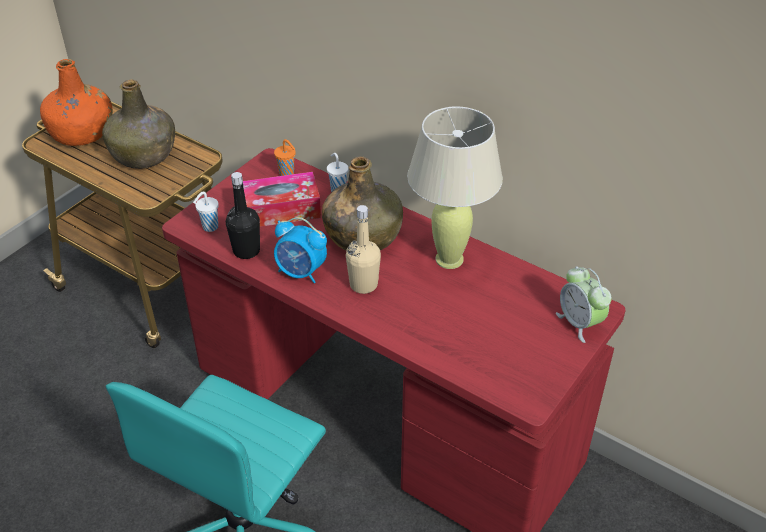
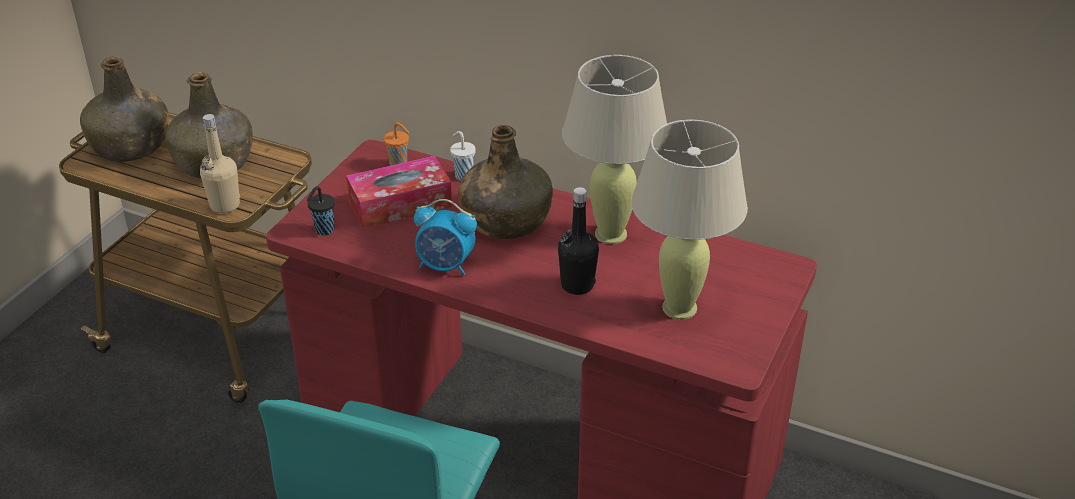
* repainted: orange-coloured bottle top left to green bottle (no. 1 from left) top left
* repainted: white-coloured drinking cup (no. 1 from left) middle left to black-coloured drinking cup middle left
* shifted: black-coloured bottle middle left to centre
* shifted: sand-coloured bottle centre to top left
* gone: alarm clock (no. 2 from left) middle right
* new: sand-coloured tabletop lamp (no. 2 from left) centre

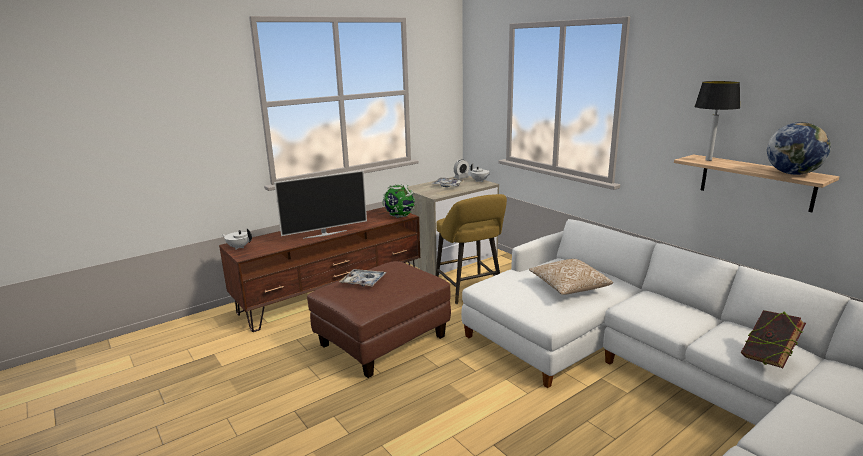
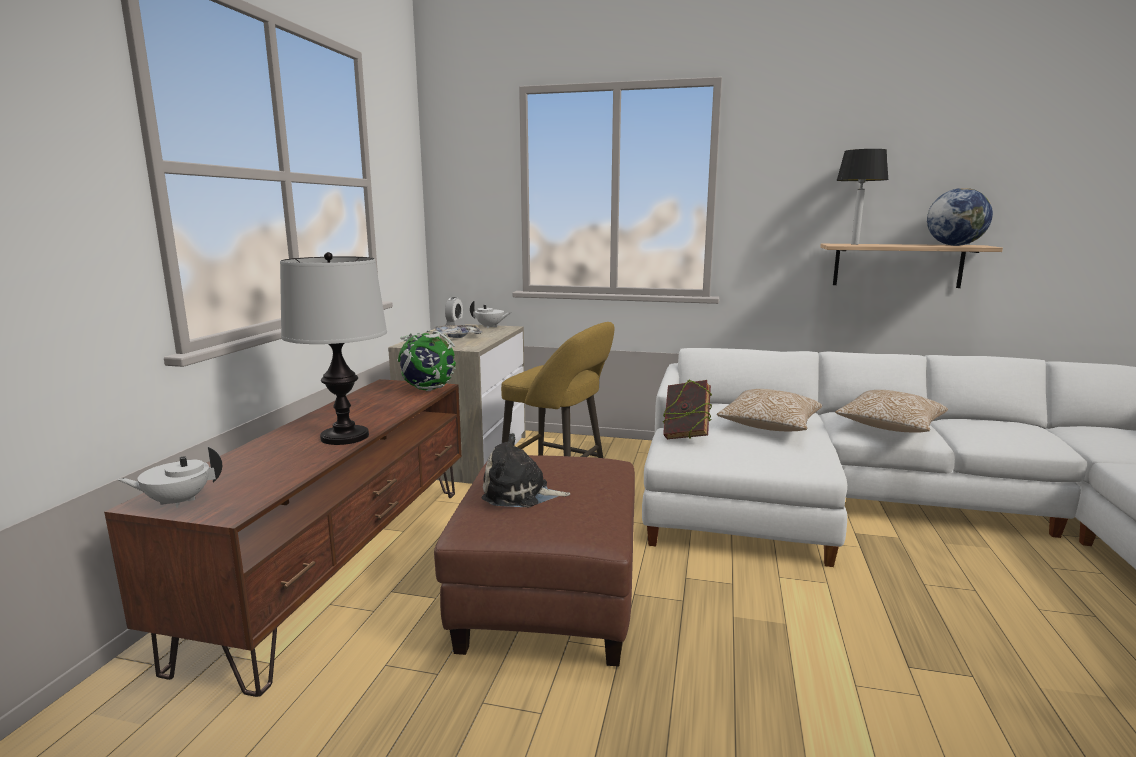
* swapped: TV centre to tabletop lamp (no. 1 from left) middle left
* swapped: tray (no. 1 from left) centre to plush toy centre
* shifted: volume bottom right to centre
* new: pillow (no. 2 from left) middle right

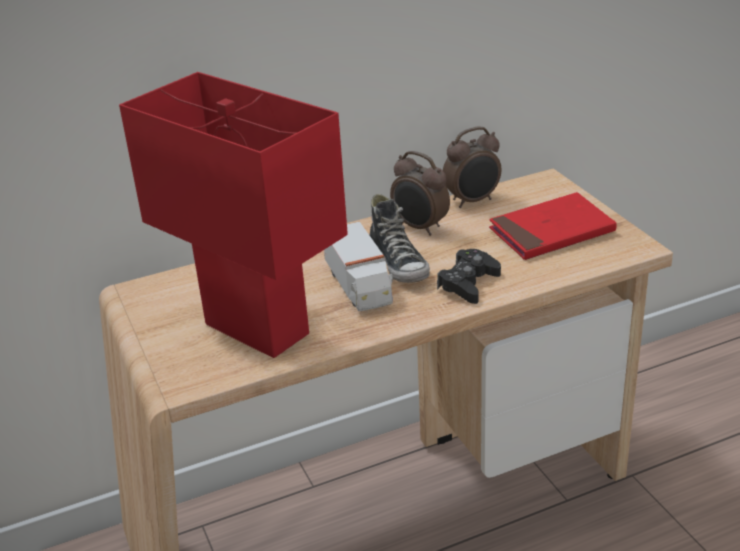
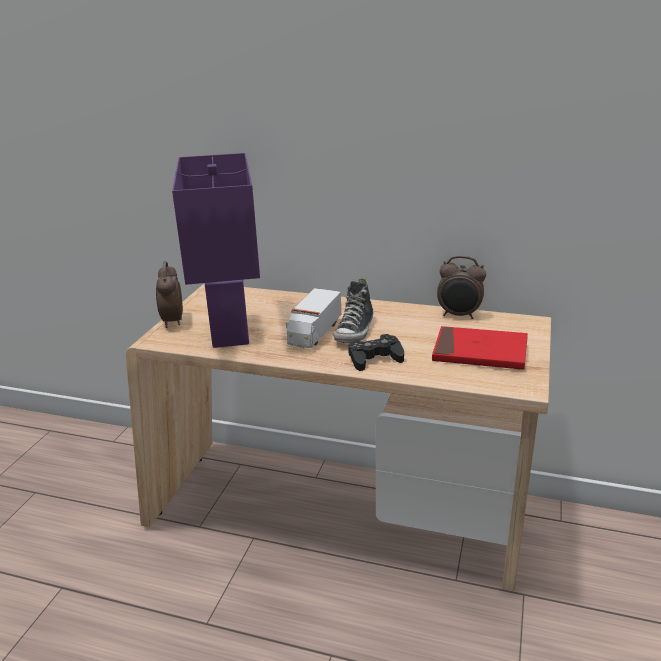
* repainted: red-coloured tabletop lamp middle left to purple-coloured tabletop lamp middle left
* shifted: alarm clock (no. 1 from left) centre to middle left

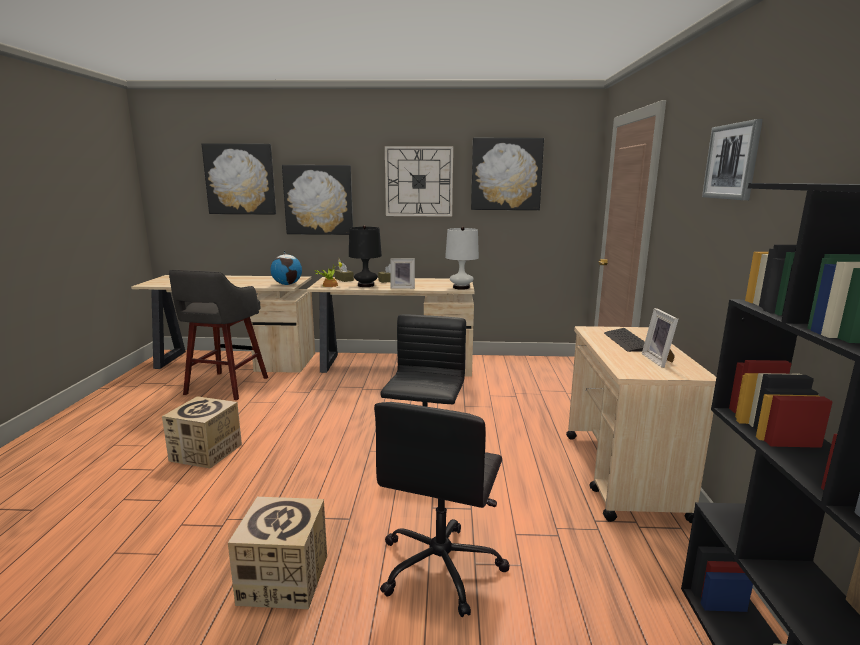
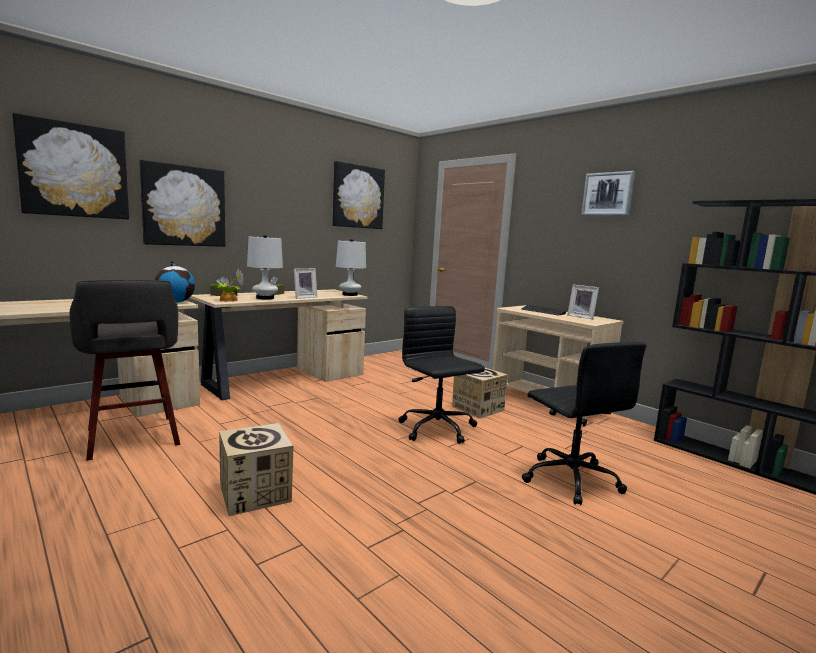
* shifted: cardboard box (no. 2 from left) bottom left to centre
* repainted: black-coloured tabletop lamp centre to white-coloured tabletop lamp (no. 1 from left) middle left
* gone: clock on the wall top centre

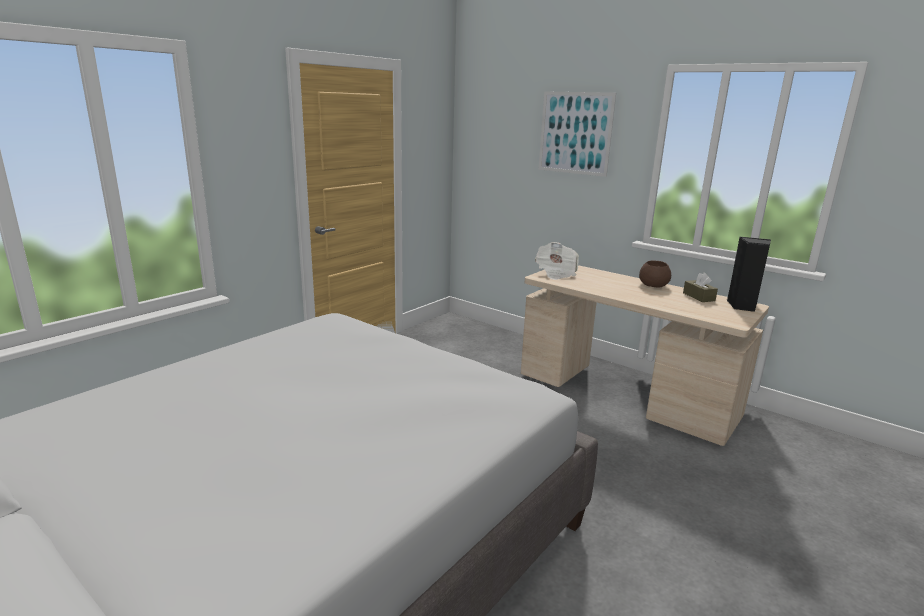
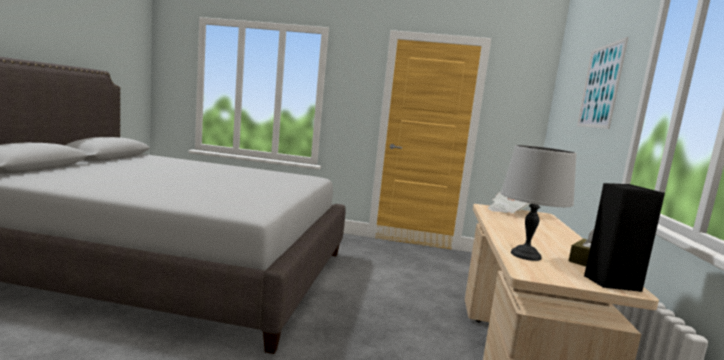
* gone: brownish serving bowl middle right
* new: grey tabletop lamp middle right

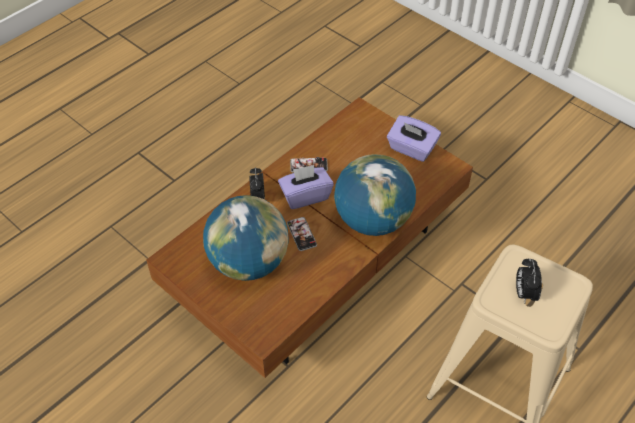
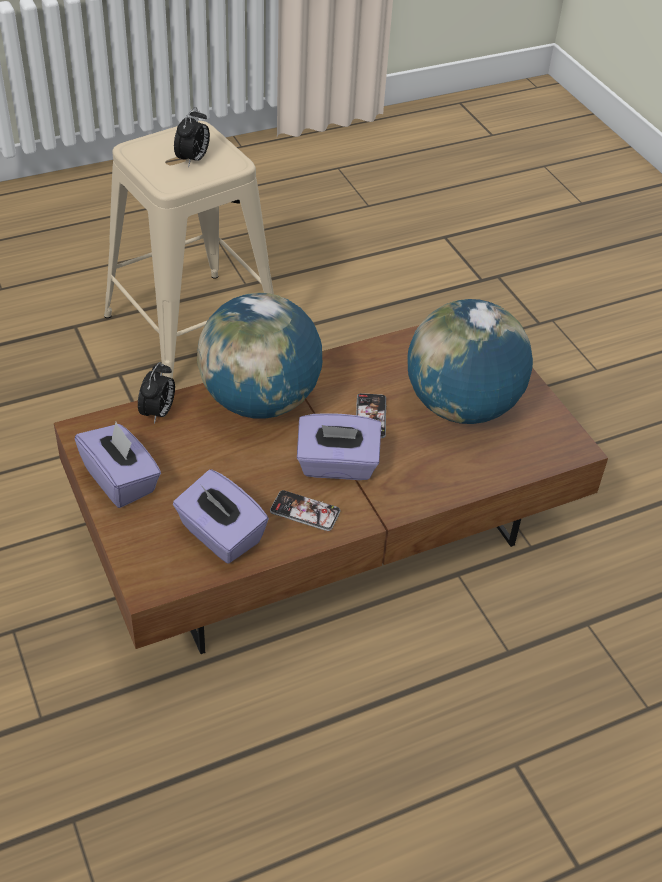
* shifted: alarm clock (no. 1 from left) centre to middle left
* new: purple-coloured tissue box (no. 2 from left) centre

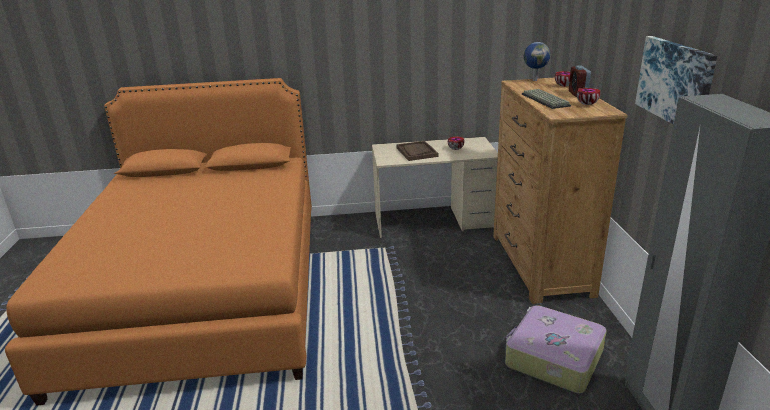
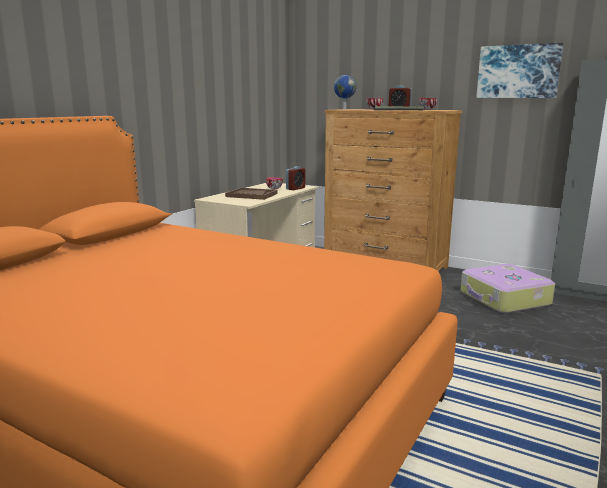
* new: alarm clock (no. 1 from left) centre

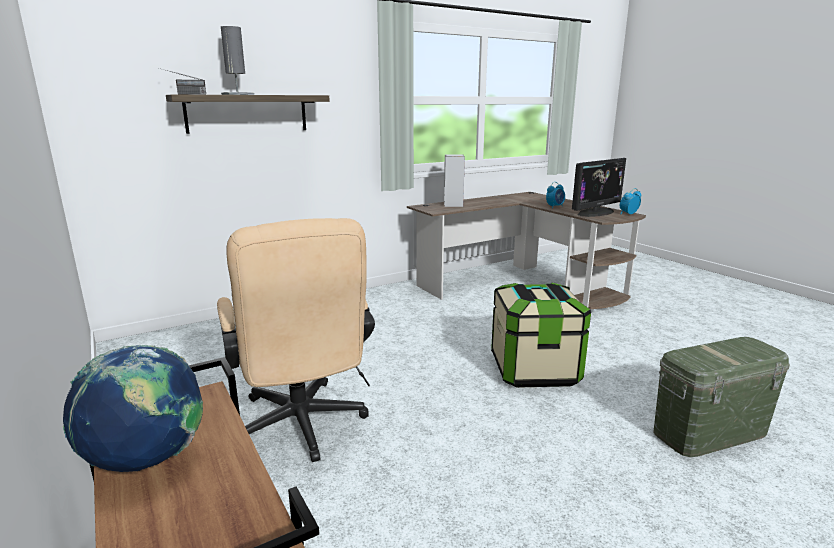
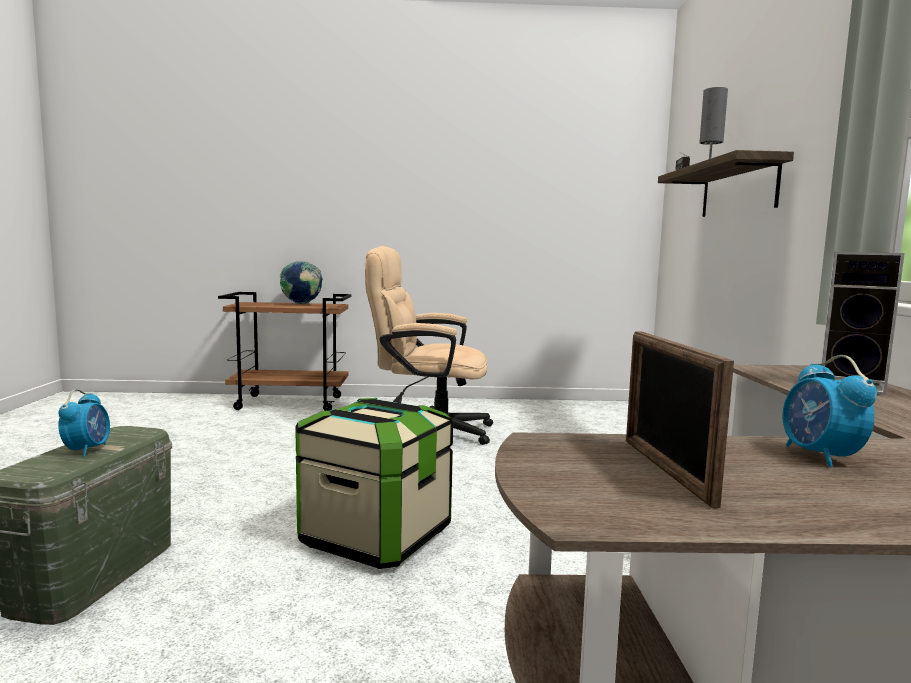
* swapped: monitor middle right to standing frame middle right
* shifted: alarm clock (no. 2 from left in the first image) middle right to alarm clock (no. 1 from left) middle left

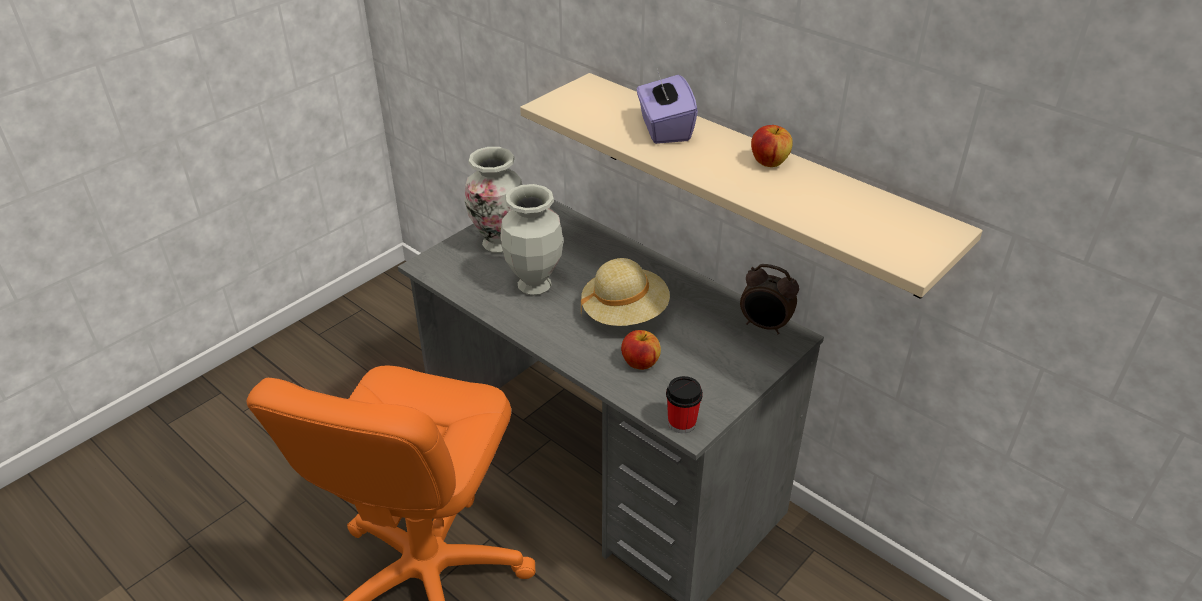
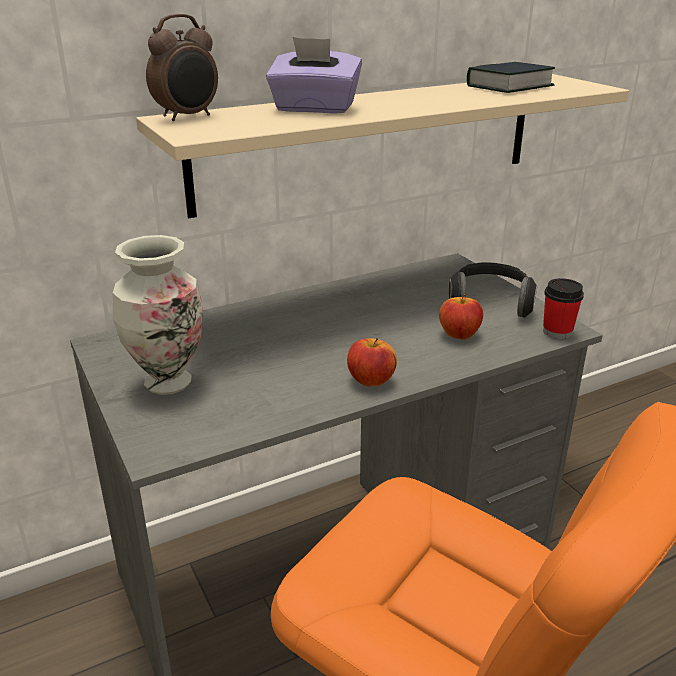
* gone: decorative vase (no. 2 from left) centre
* gone: sand-coloured clothing hat centre
* shifted: alarm clock centre to top left
* shifted: whole apple (no. 2 from left in the first image) top centre to whole apple (no. 1 from left) centre
* new: pair of headphones middle right
* new: volume top right

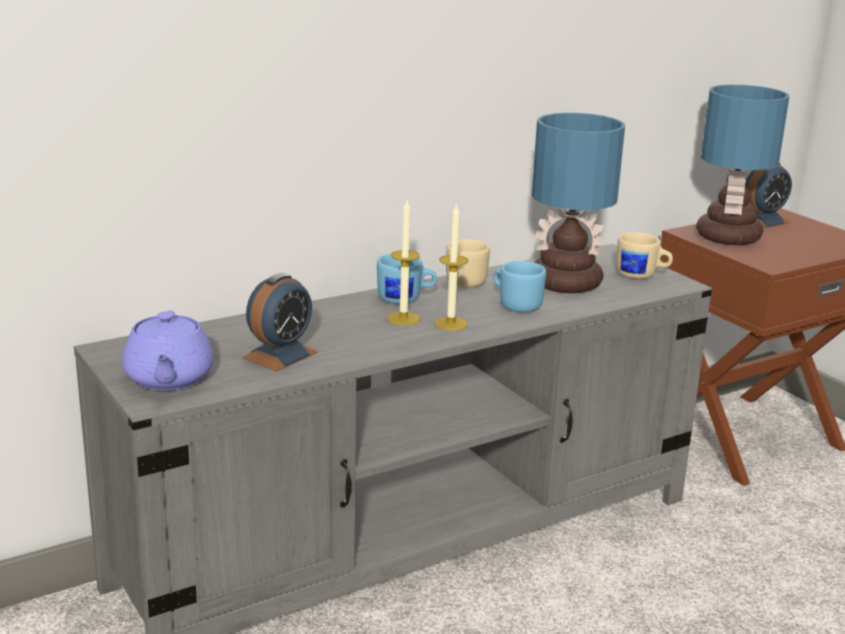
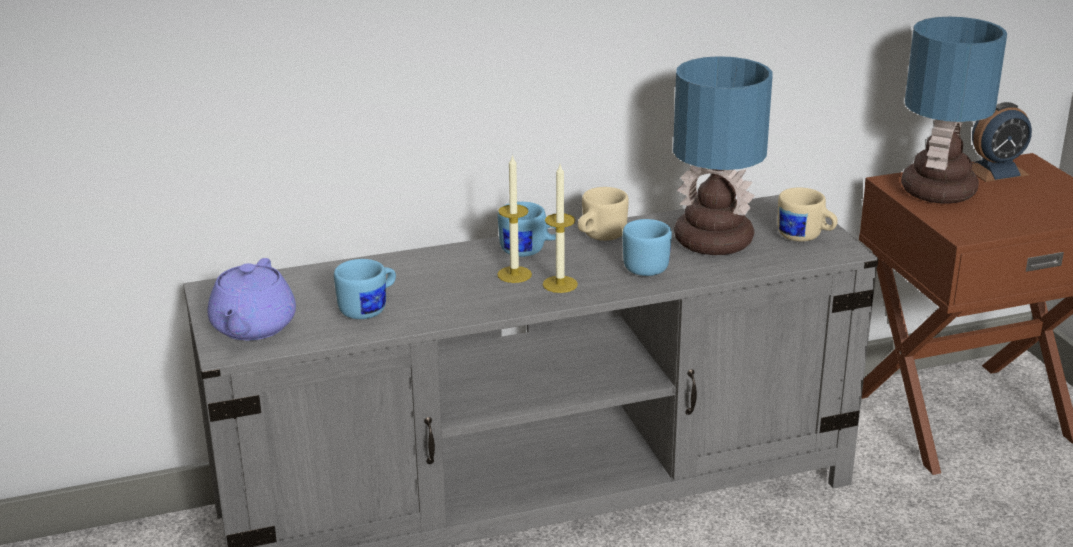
* swapped: alarm clock (no. 1 from left) middle left to bluish tea mug (no. 1 from left) centre

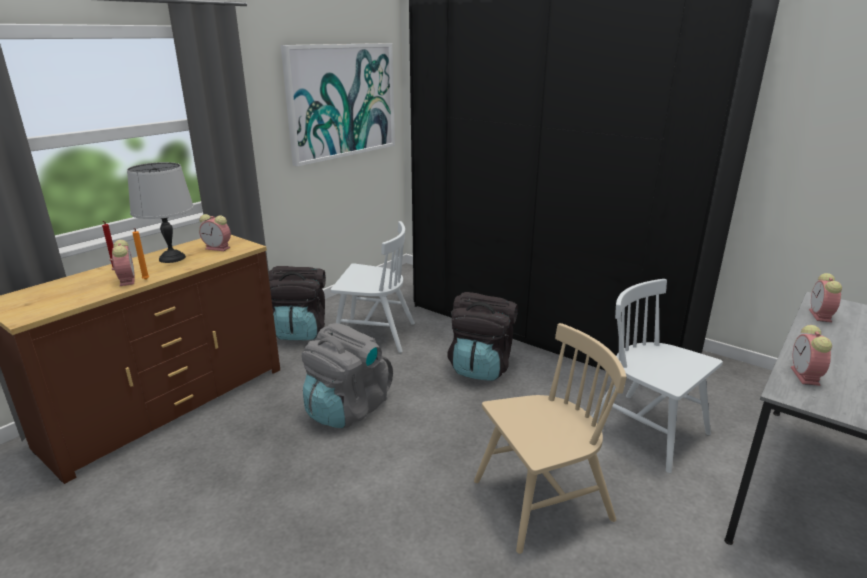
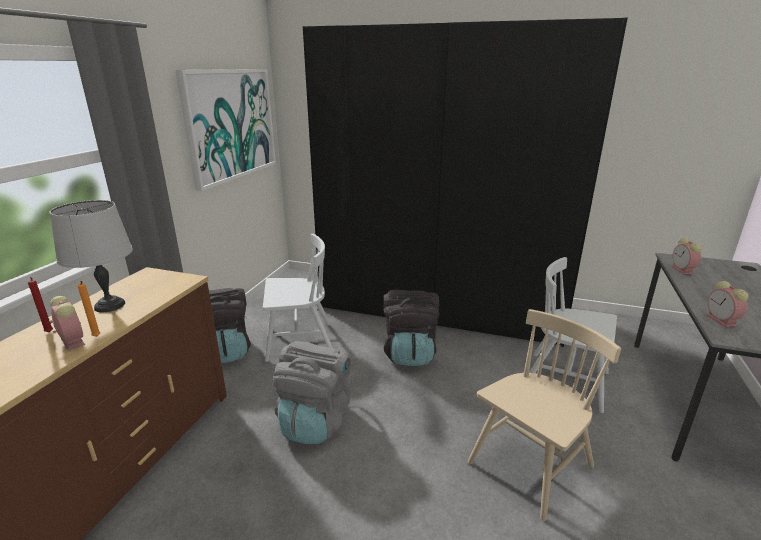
* gone: alarm clock (no. 2 from left) middle left

